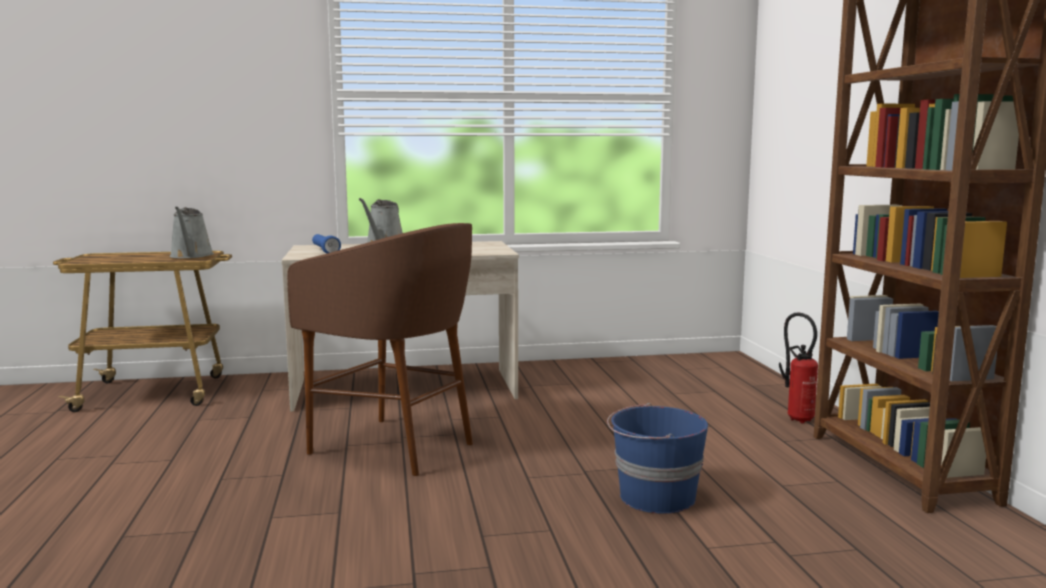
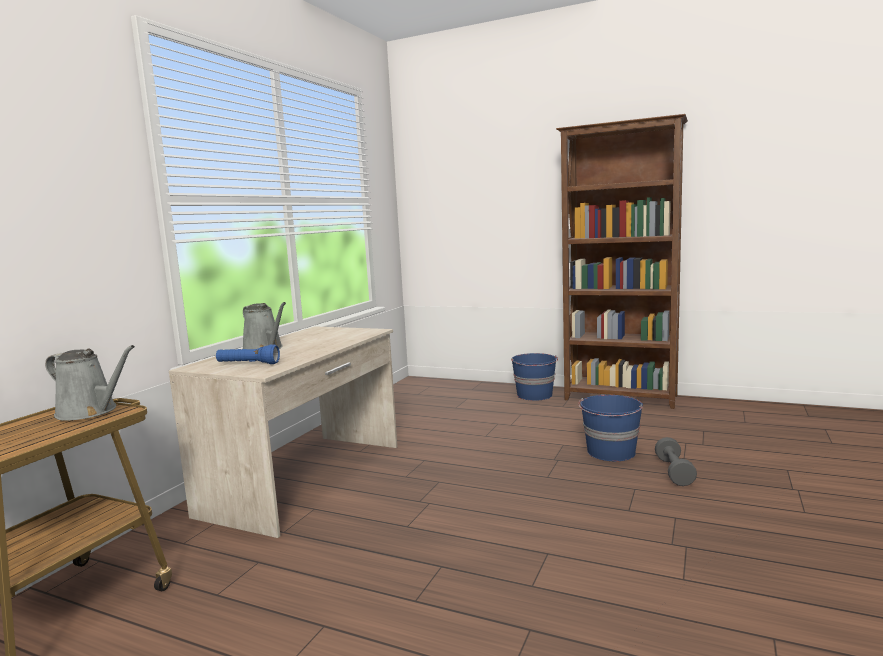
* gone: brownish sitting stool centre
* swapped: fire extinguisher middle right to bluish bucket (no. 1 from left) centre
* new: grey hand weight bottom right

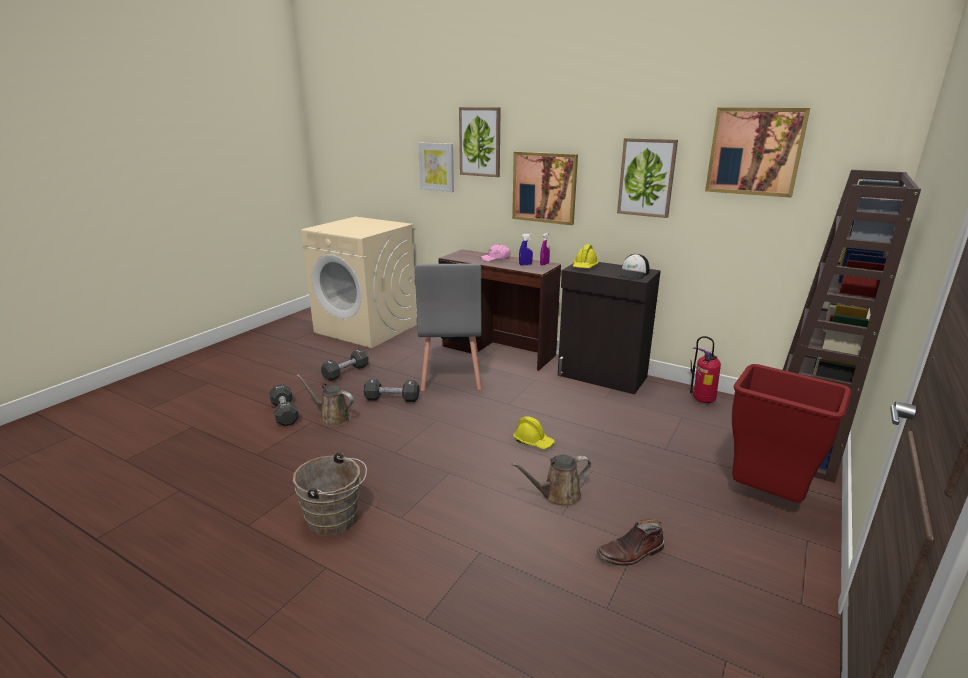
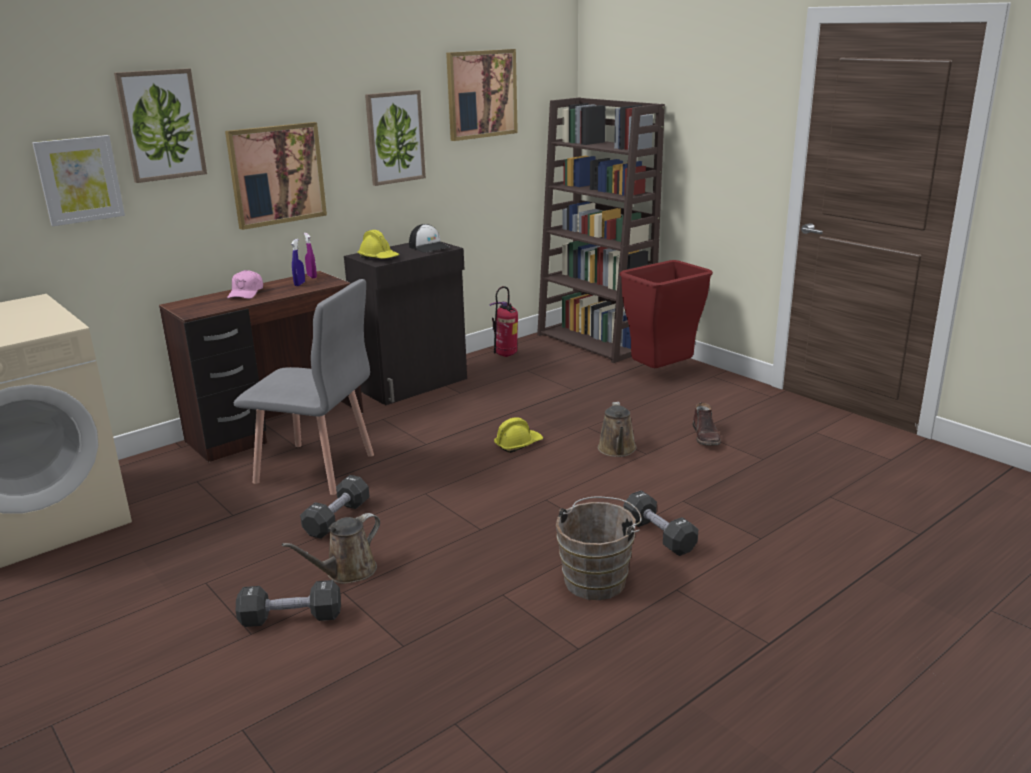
* shifted: black-coloured hand weight (no. 2 from left in the first image) centre to black-coloured hand weight (no. 3 from left) bottom centre

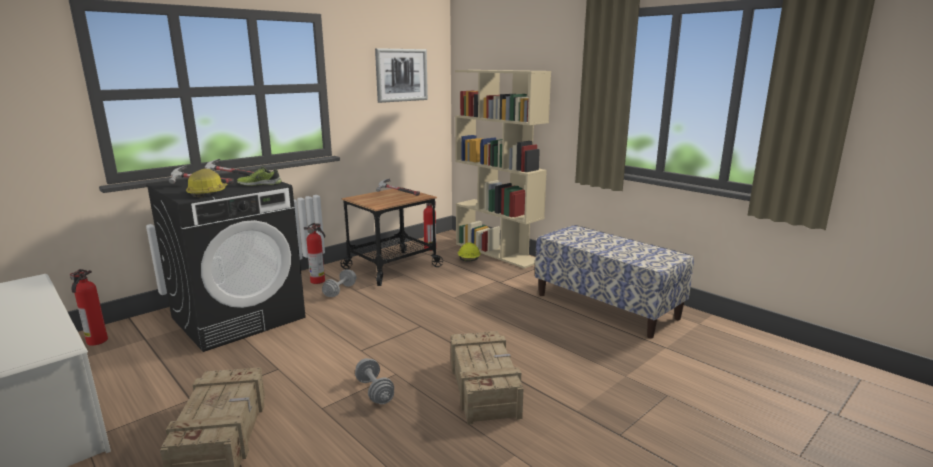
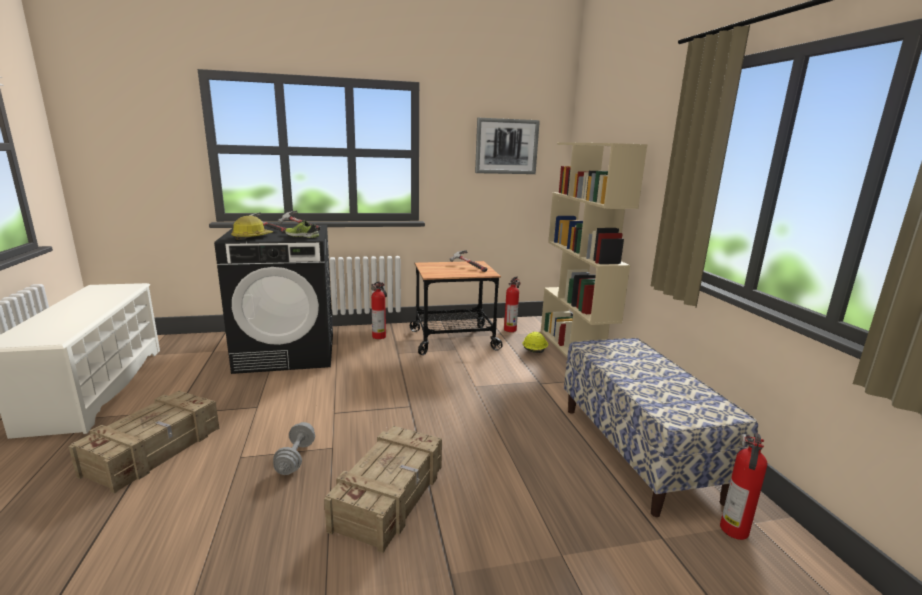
* shifted: fire extinguisher (no. 1 from left in the first image) middle left to fire extinguisher (no. 3 from left) bottom right
* gone: grey hand weight (no. 1 from left) centre

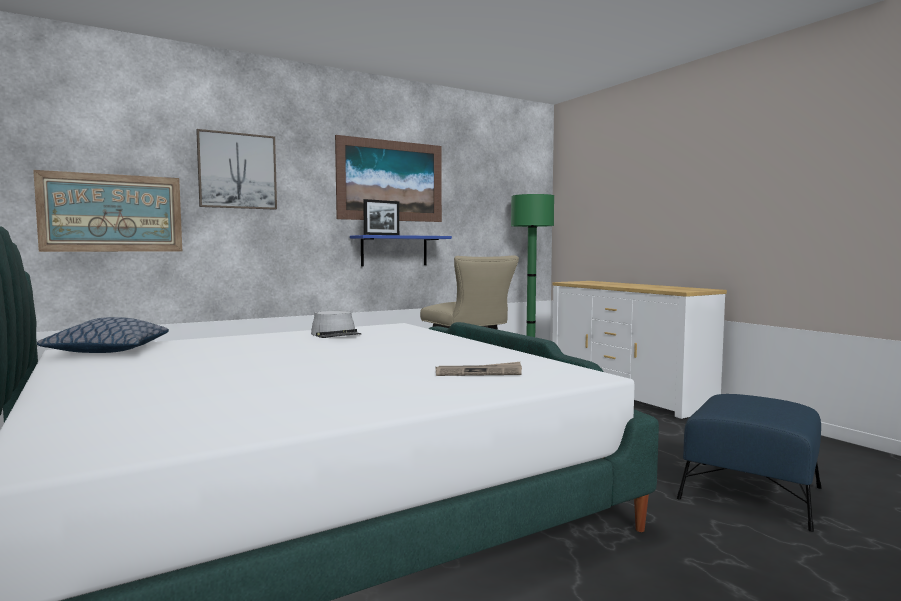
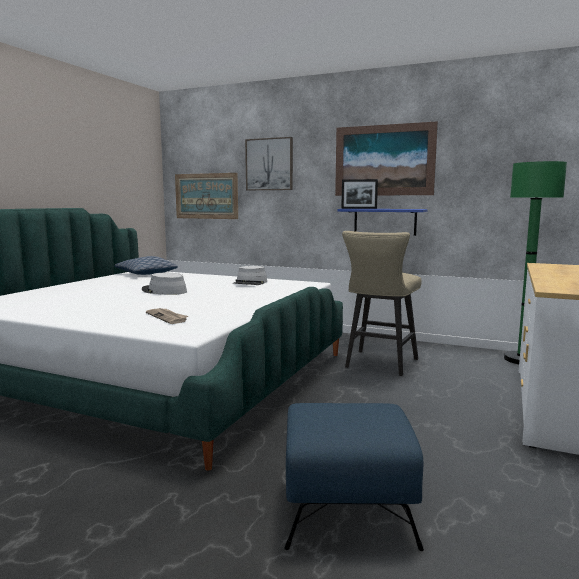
* new: grey clothing hat (no. 1 from left) middle left

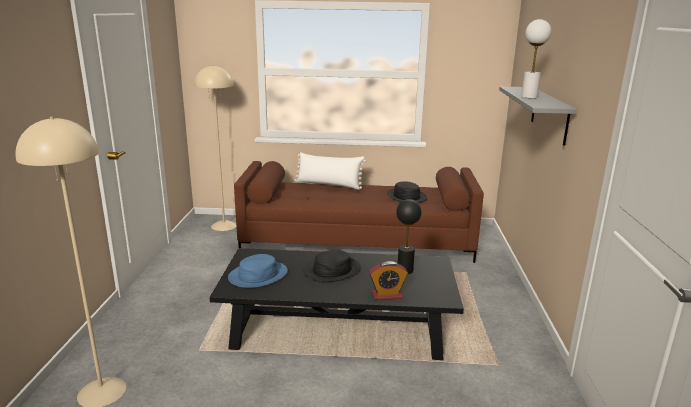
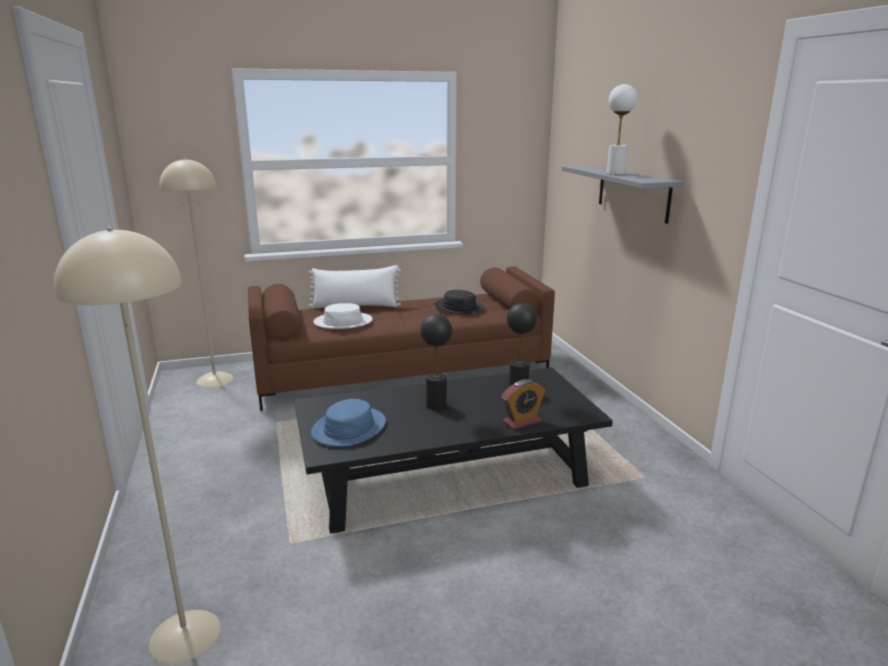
* swapped: black-coloured clothing hat (no. 1 from left) centre to black-coloured tabletop lamp (no. 1 from left) centre
* new: white-coloured clothing hat centre

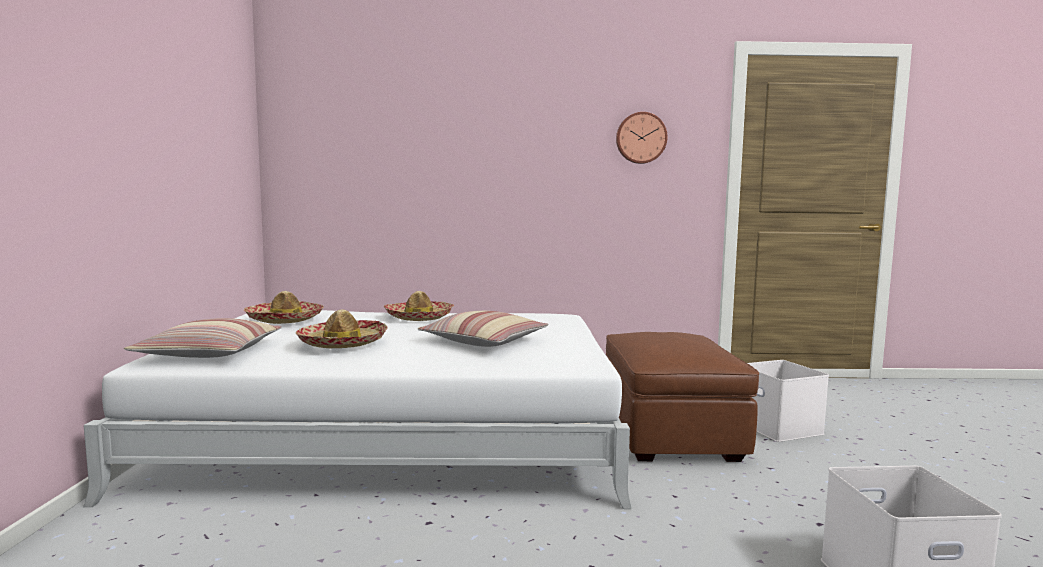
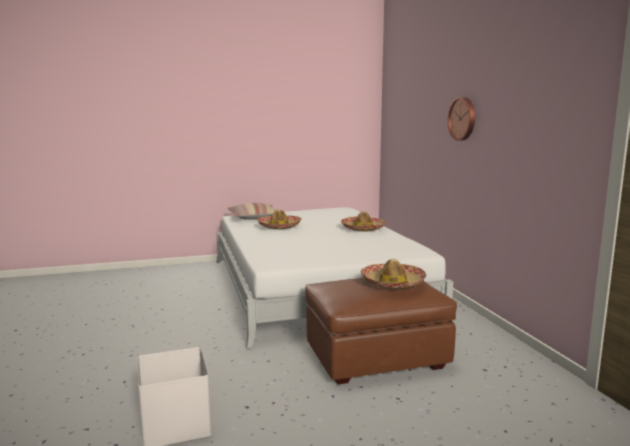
* shifted: clothing hat (no. 1 from left in the first image) middle left to clothing hat (no. 3 from left) centre
* gone: pillow (no. 2 from left) centre
* shifted: clock on the wall top centre to top right
* gone: white-coloured storage box (no. 1 from left) bottom right

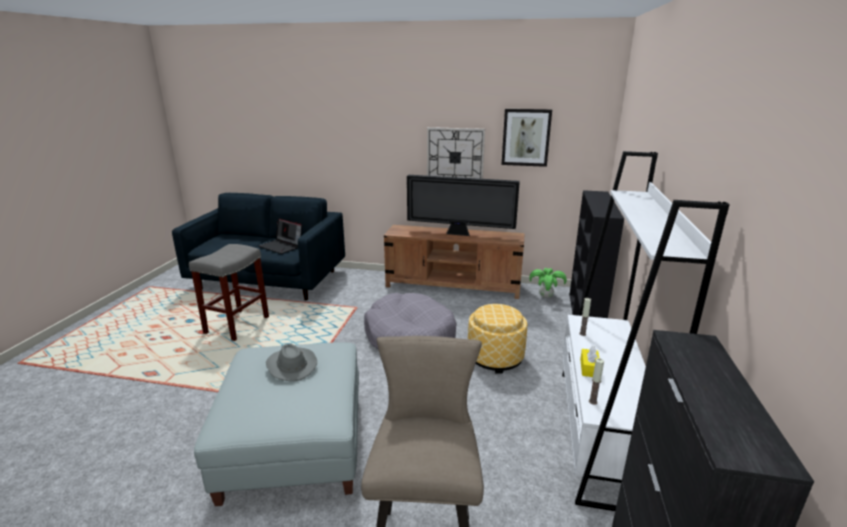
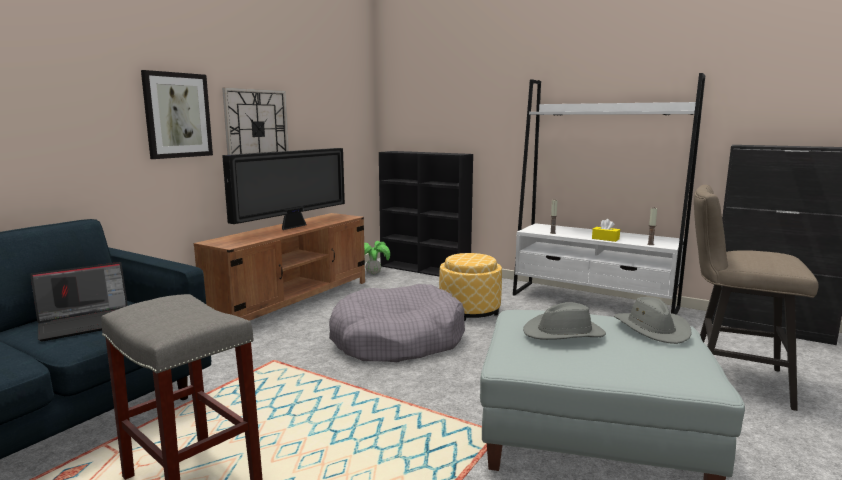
* shifted: wall picture top centre to top left
* new: grey clothing hat (no. 2 from left) bottom right

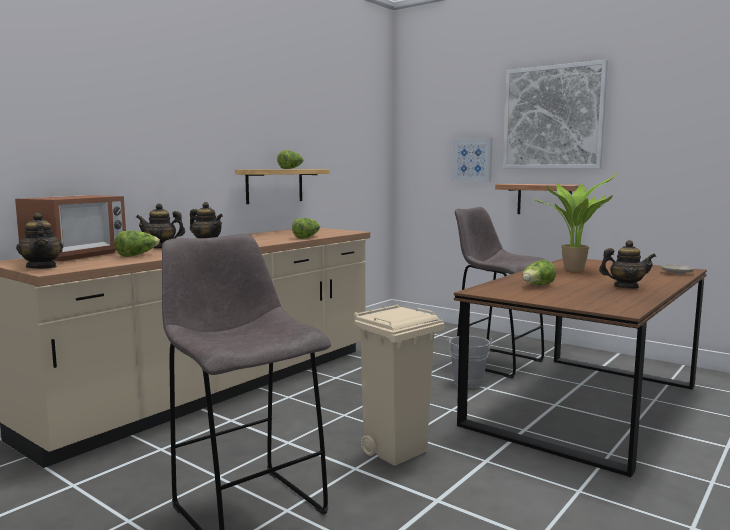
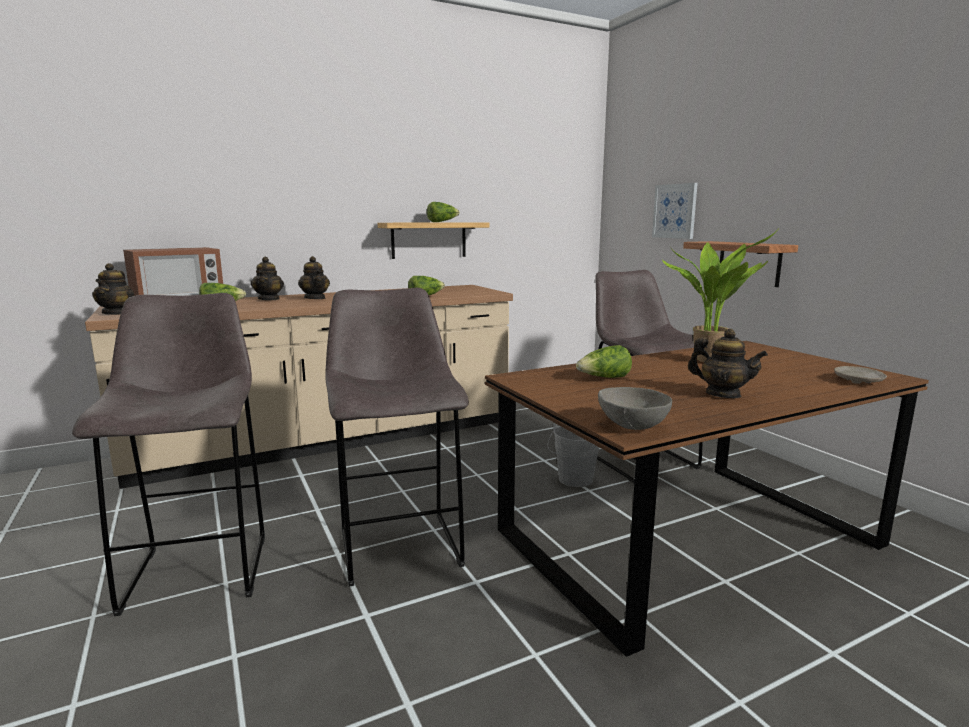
* rotated: tea pot (no. 2 from left) middle left = middle left 120 degrees counterclockwise
* swapped: sand-coloured rubbish bin bottom centre to grey sitting stool (no. 2 from left) centre
* gone: wall picture (no. 2 from left) top right
* new: grey serving bowl centre

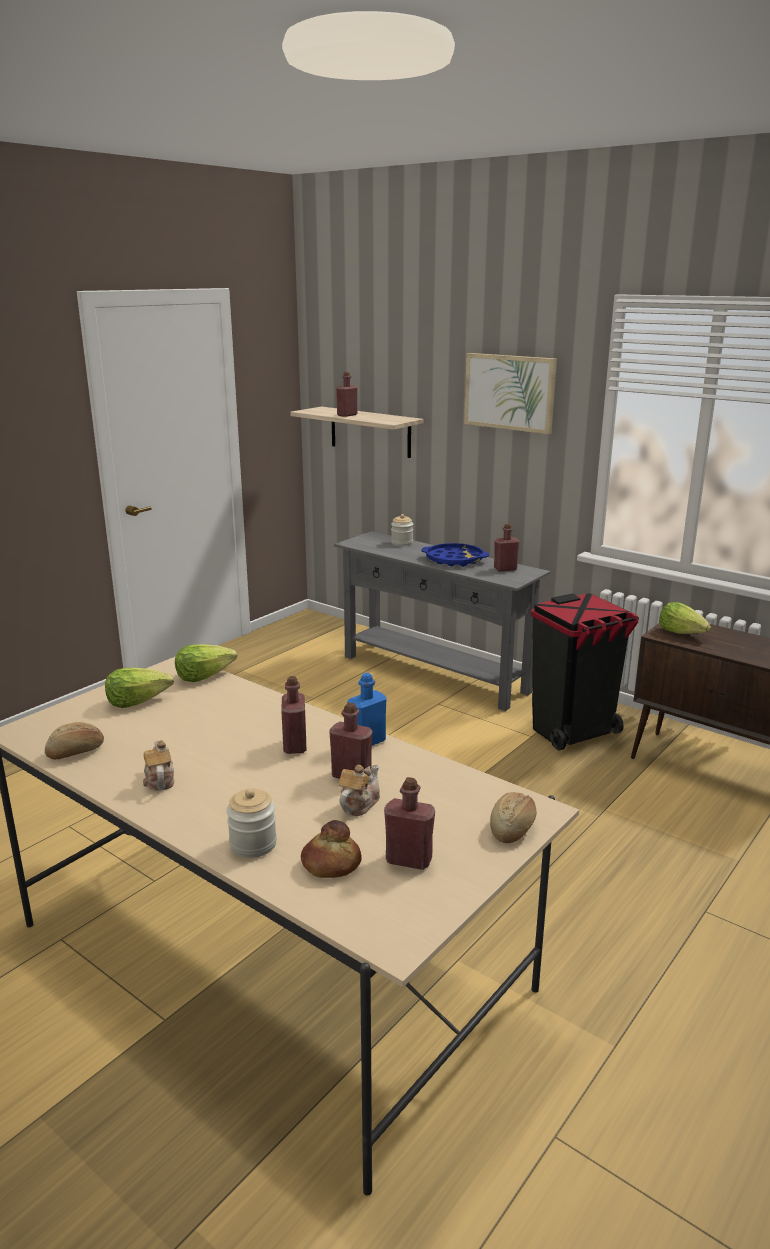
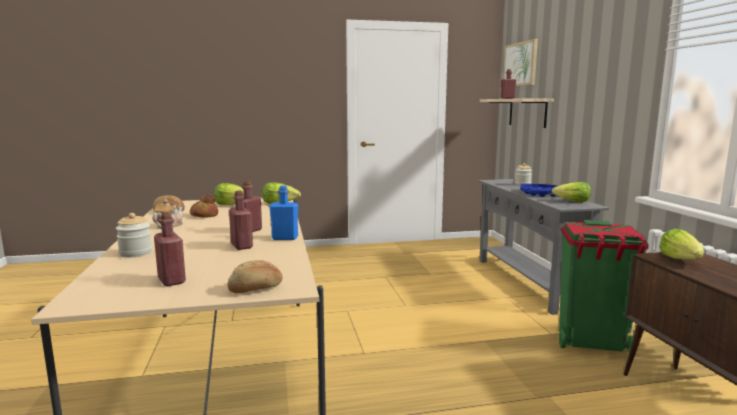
* shifted: baked bread (no. 2 from left) bottom centre to middle left
* gone: tea pot (no. 2 from left) centre
* shifted: wall picture top centre to top right
* swapped: red-coloured bottle (no. 5 from left) centre to lettuce head (no. 3 from left) middle right
* repainted: black-coloured rubbish bin middle right to green rubbish bin bottom right

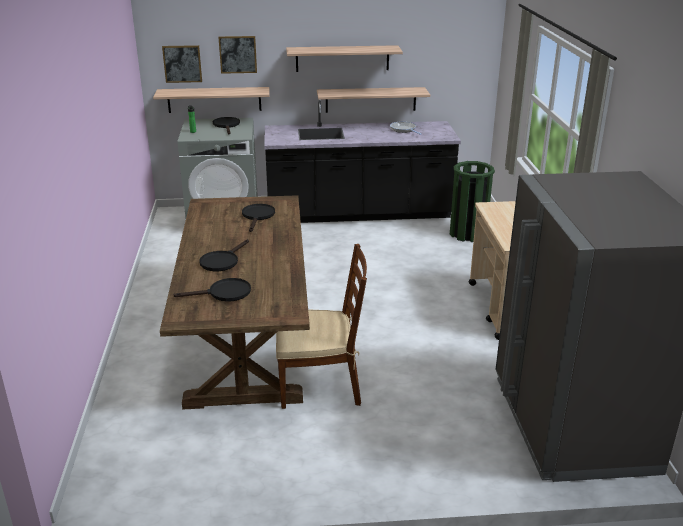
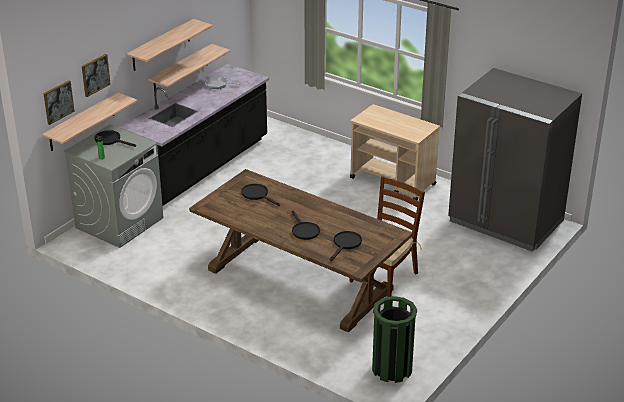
* shifted: green rubbish bin middle right to bottom centre

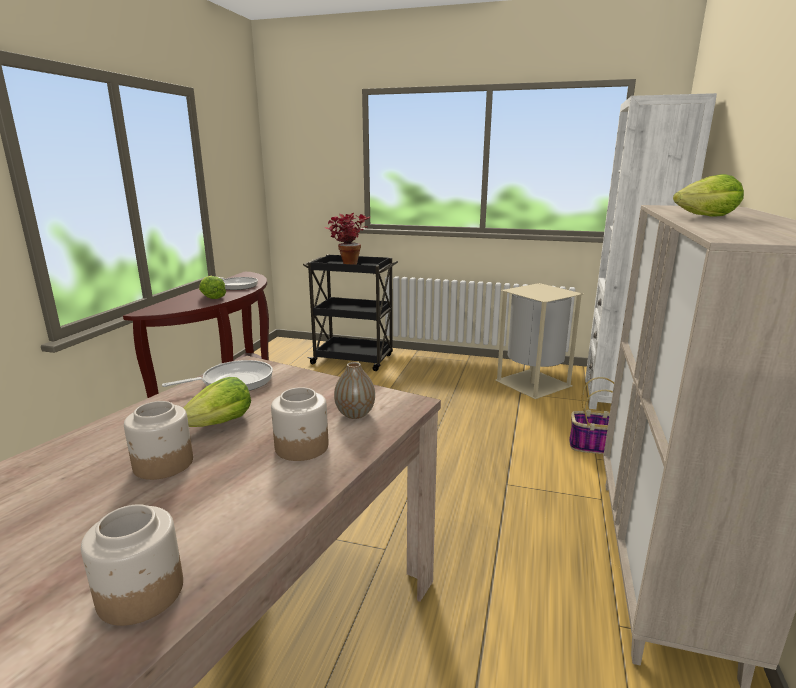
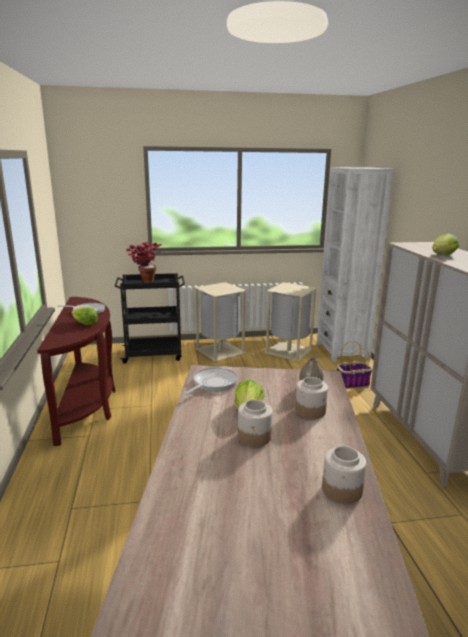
* new: sand-coloured rubbish bin (no. 1 from left) centre

